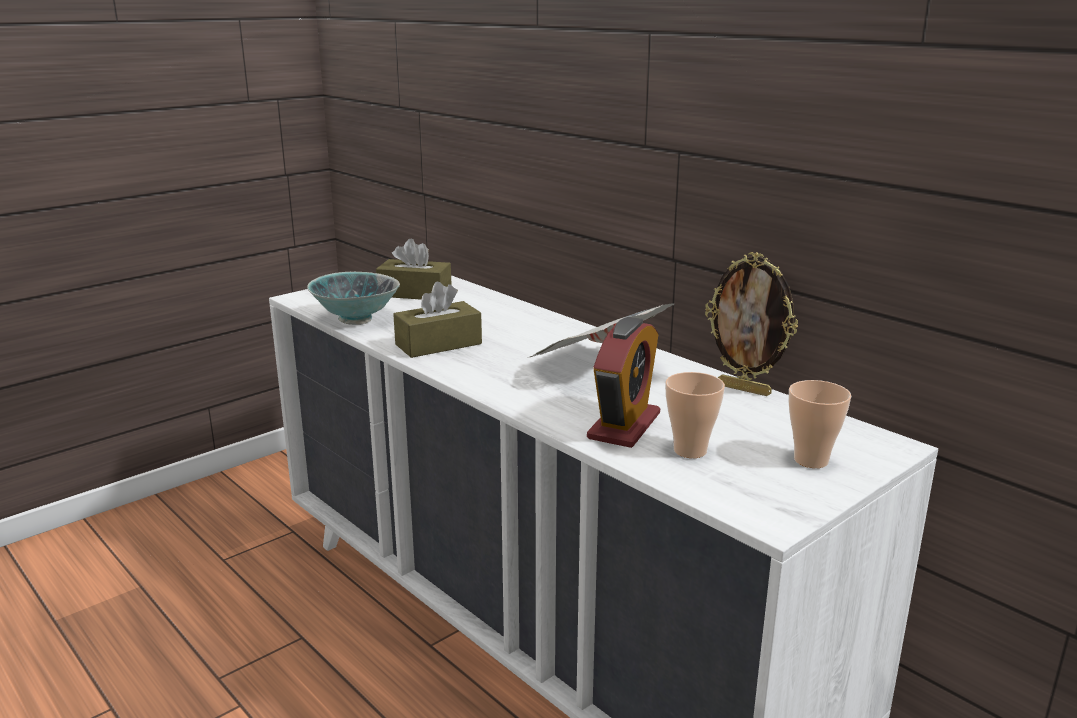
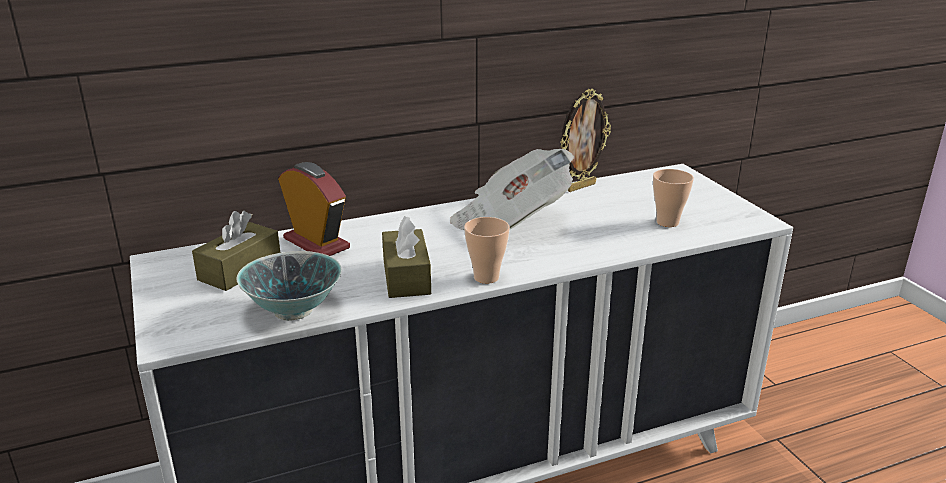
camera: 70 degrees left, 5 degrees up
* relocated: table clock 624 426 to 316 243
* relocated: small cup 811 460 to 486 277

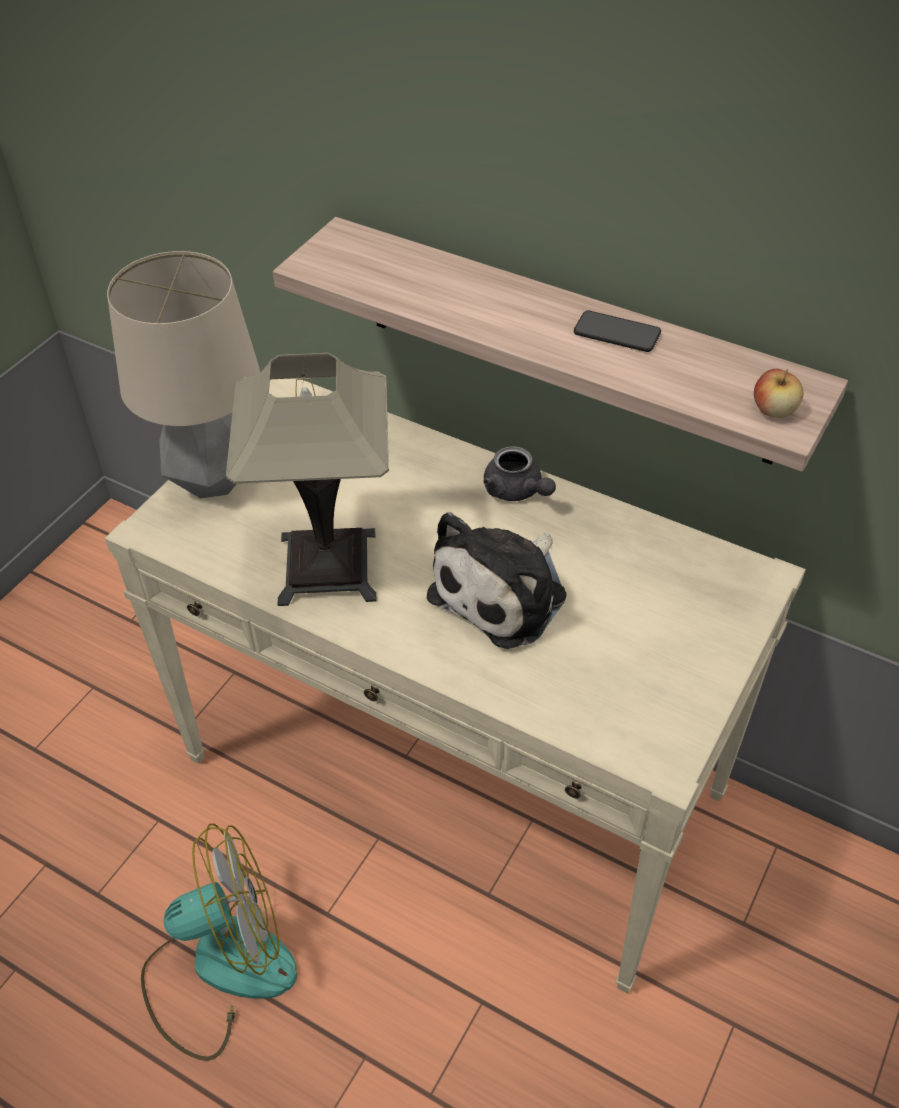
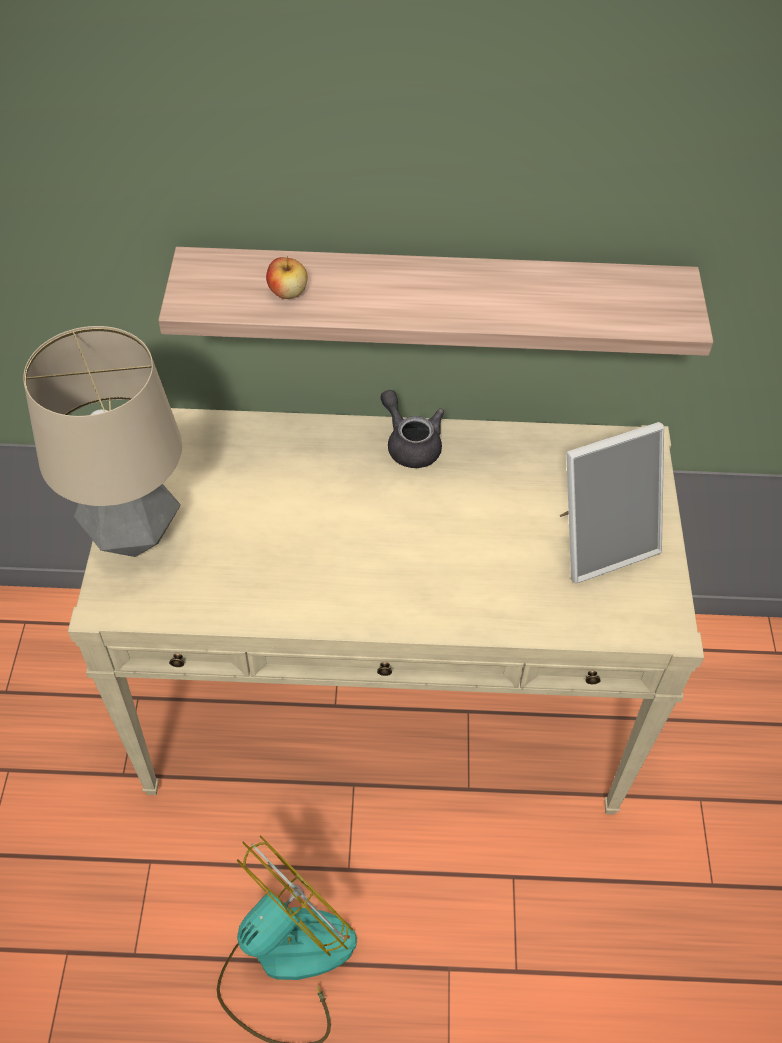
camera: 30 degrees left, 5 degrees up
* missing: phone 617 333
* missing: tabletop lamp 327 567
* relocated: apple fruit 774 410 to 287 292
* spun: pot for tea in gray 516 491 = 410 444 150 degrees counterclockwise
* missing: soft toy 504 593
* appeared: picture frame 600 541

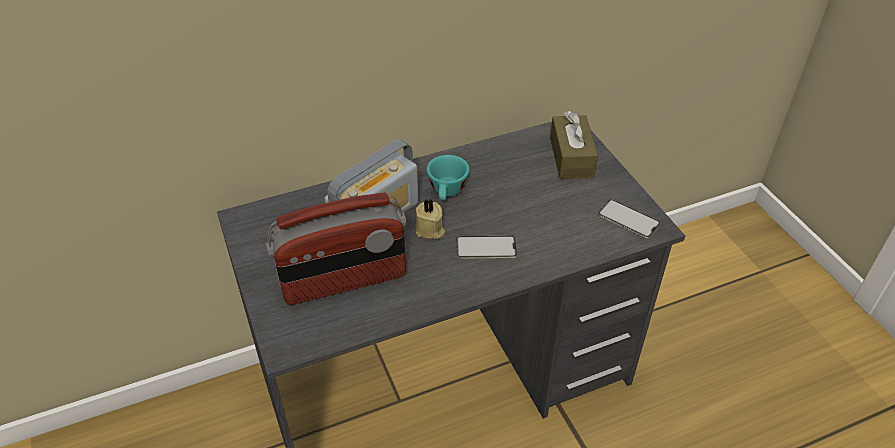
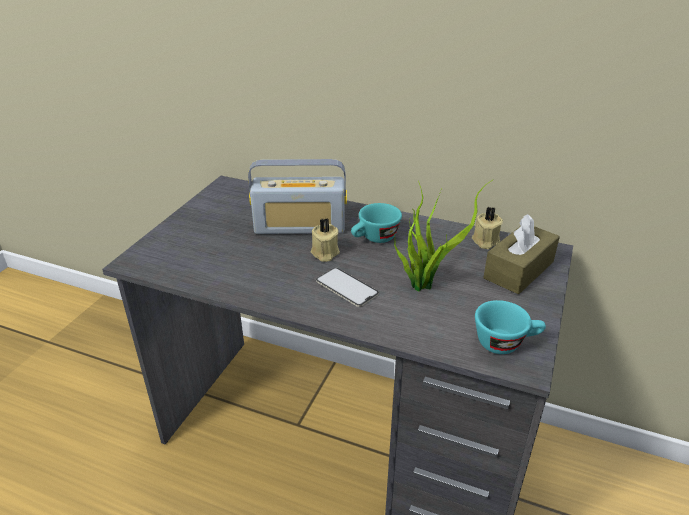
camera: 45 degrees right, 10 degrees down
* missing: radio set 343 281
* exchanged: phone 628 219 to small cup in turquoise-coloured 505 342
* appeared: plant in a pot 424 284
* appeared: candle in beige 485 241

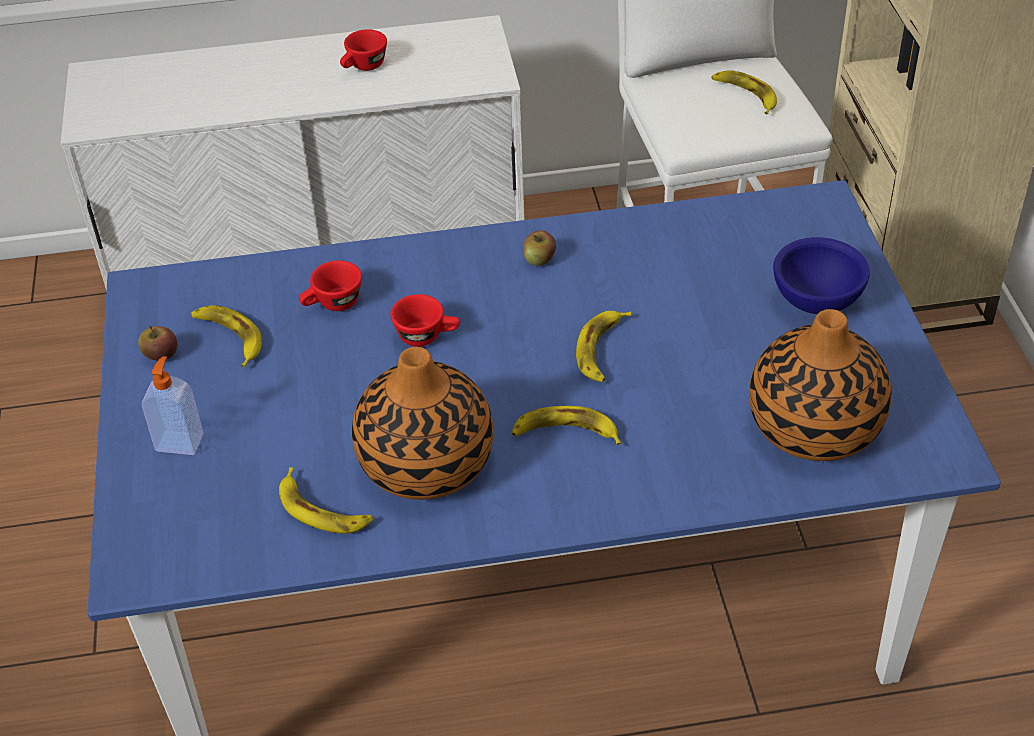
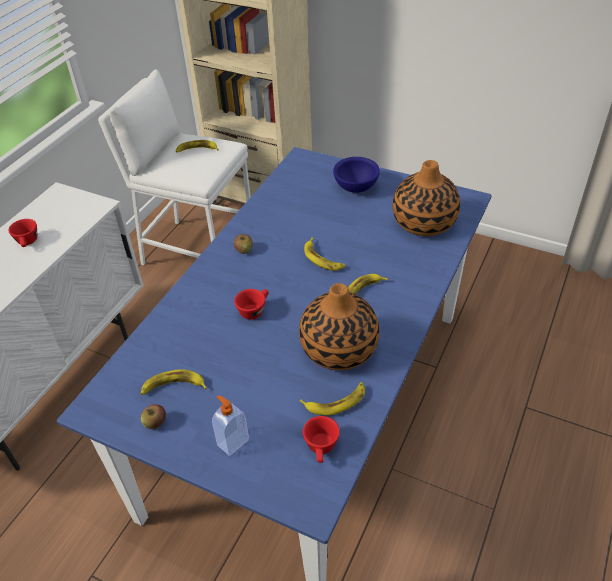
camera: 55 degrees left, 0 degrees up
* relocated: small cup in reddish 333 304 to 322 449

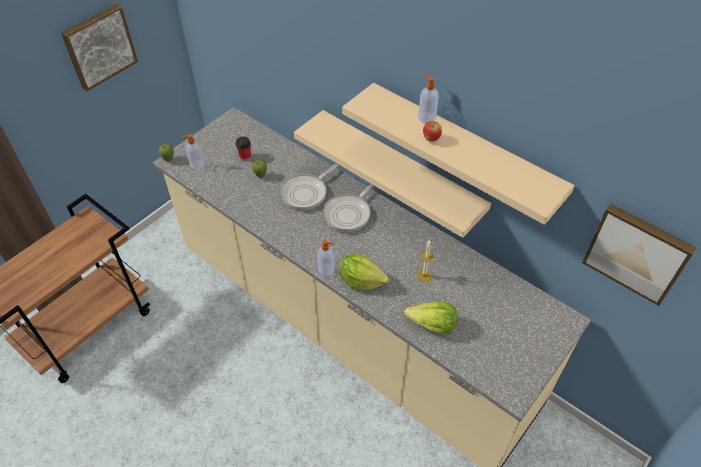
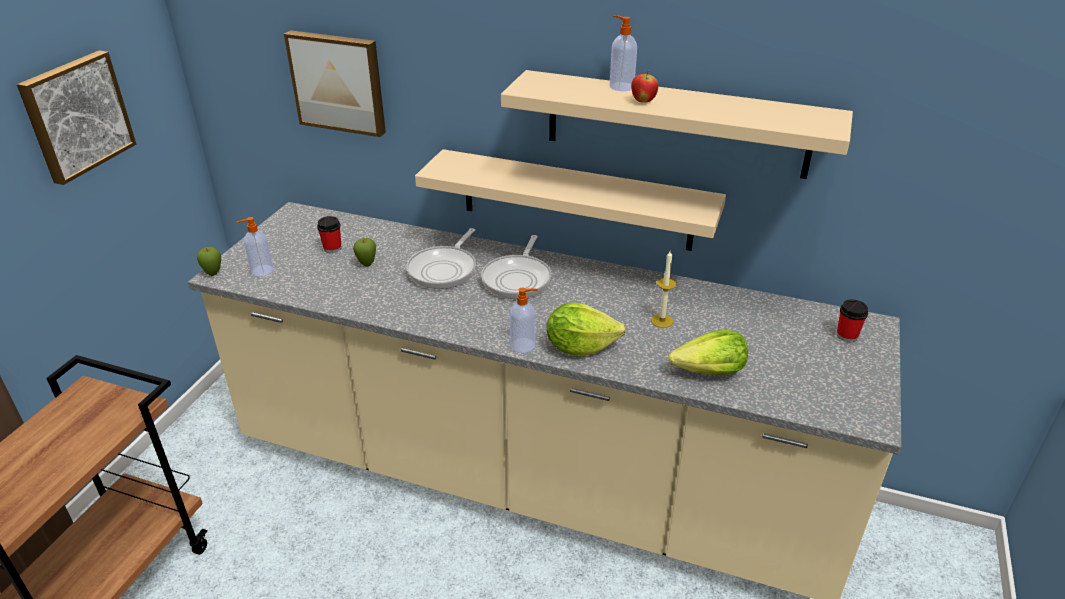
camera: 20 degrees left, 15 degrees down
* relocated: wall art 637 252 to 338 82
* appeared: small cup 847 336

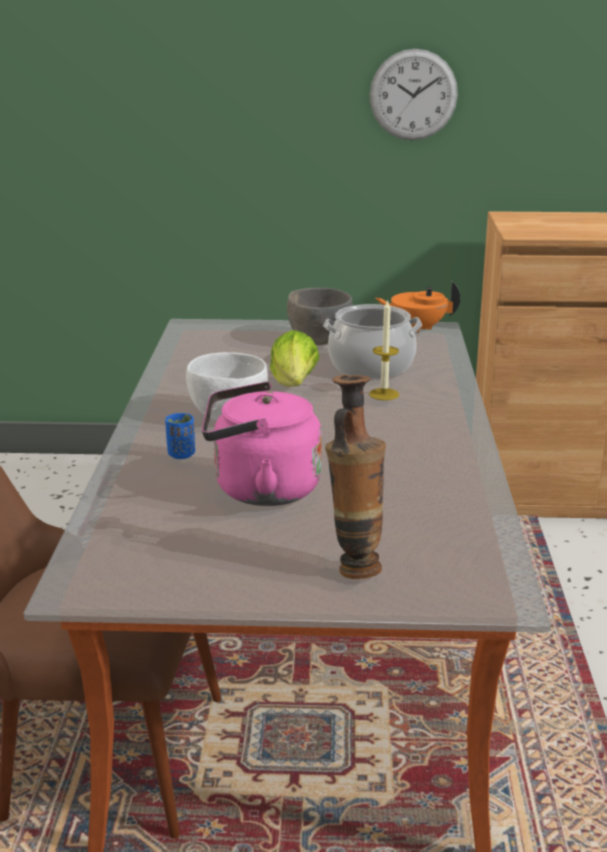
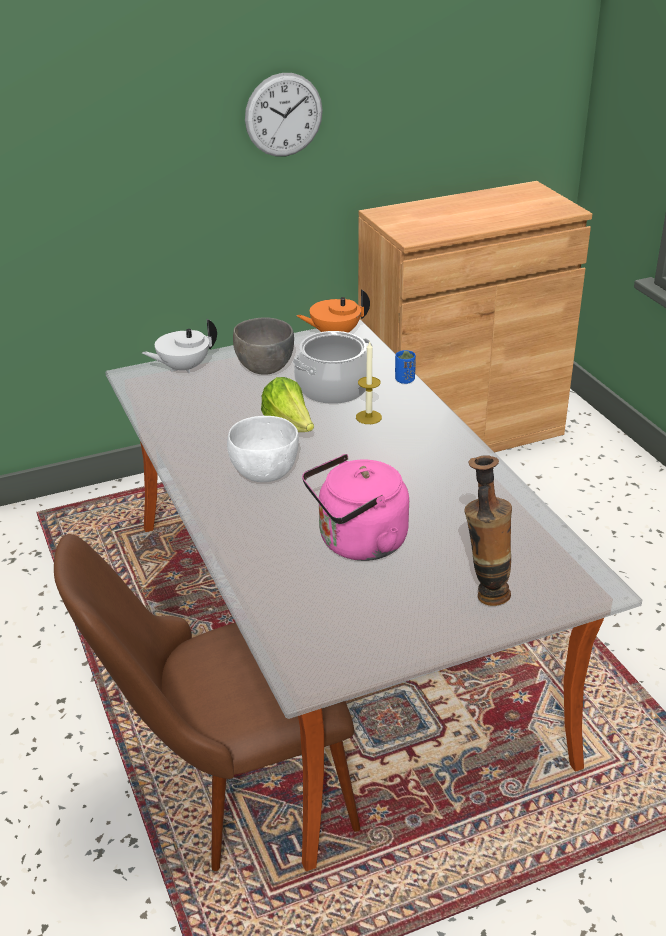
camera: 25 degrees left, 10 degrees up
* relocated: small cup in blue-coloured 181 454 to 404 380
* appeared: pot for tea in white-coloured 183 368

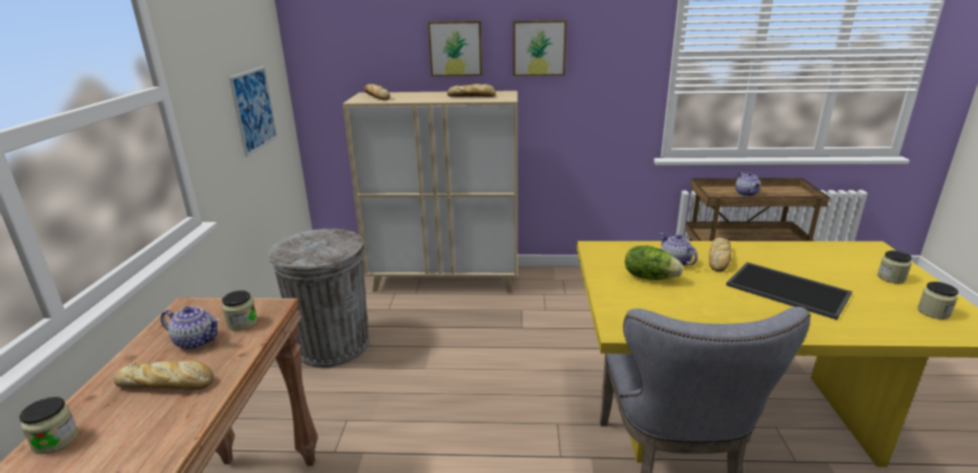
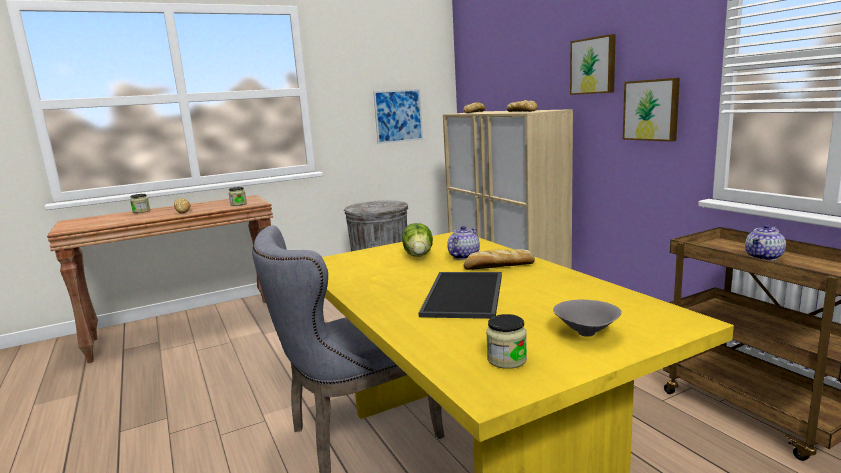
camera: 60 degrees right, 10 degrees down
* relocated: wall art 456 48 to 652 110
* exchanged: storage jar 891 278 to deep dish in gray 586 334
* missing: pot for tea 197 341

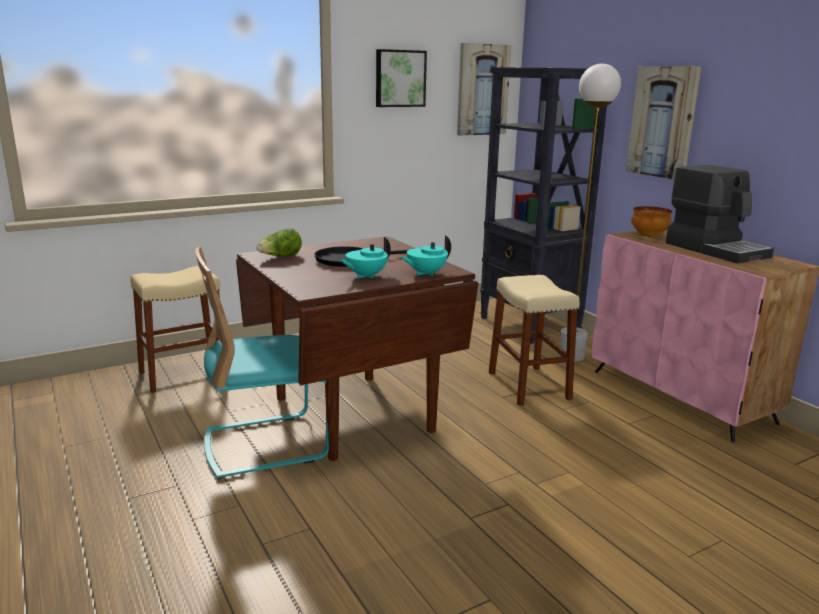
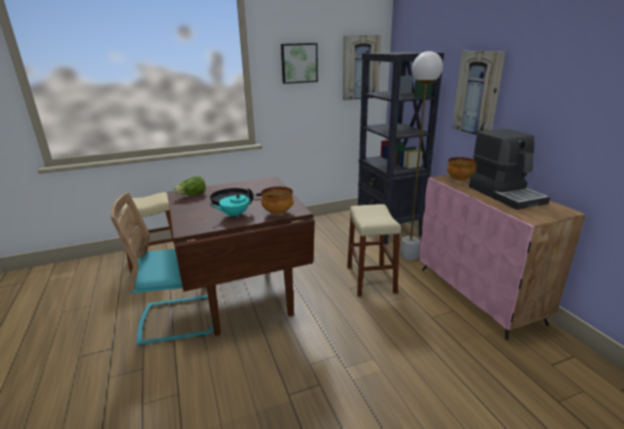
camera: 10 degrees right, 5 degrees up
* exchanged: pot for tea in turquoise-coloured 425 273 to deep dish 277 213

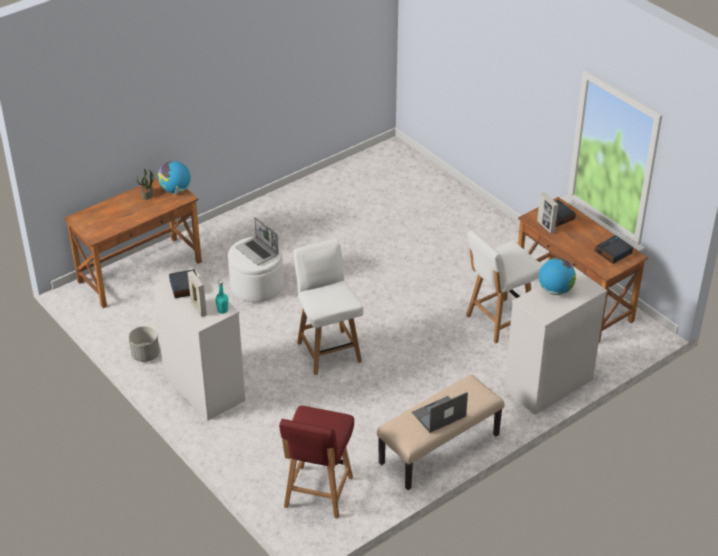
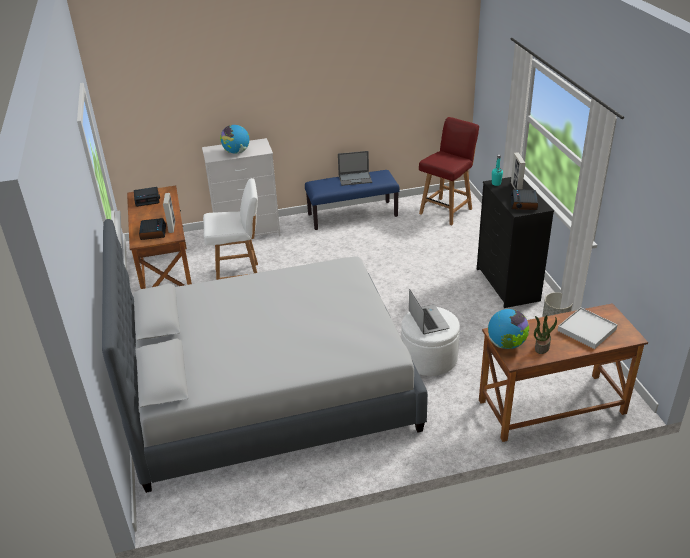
camera: 155 degrees left, 5 degrees down
* missing: plain chair in white-coloured 328 351
* colour: drawer chest in white-coloured 203 387 to drawer chest in blackish 508 285
* colour: long seat in beige 439 450 to long seat in blue-coloured 352 215
* appeared: bedroom bed in gray 270 390
* appeared: serving tray in white-coloured 586 330

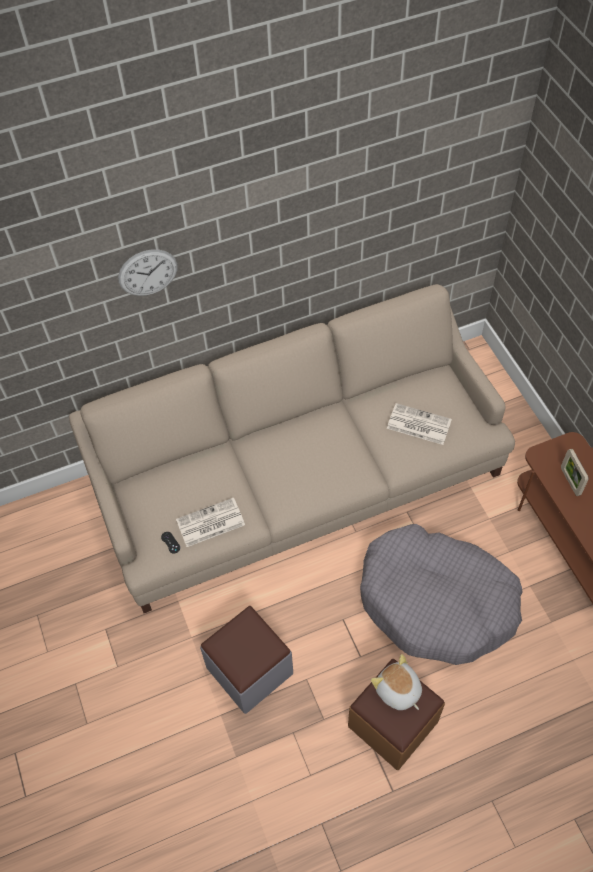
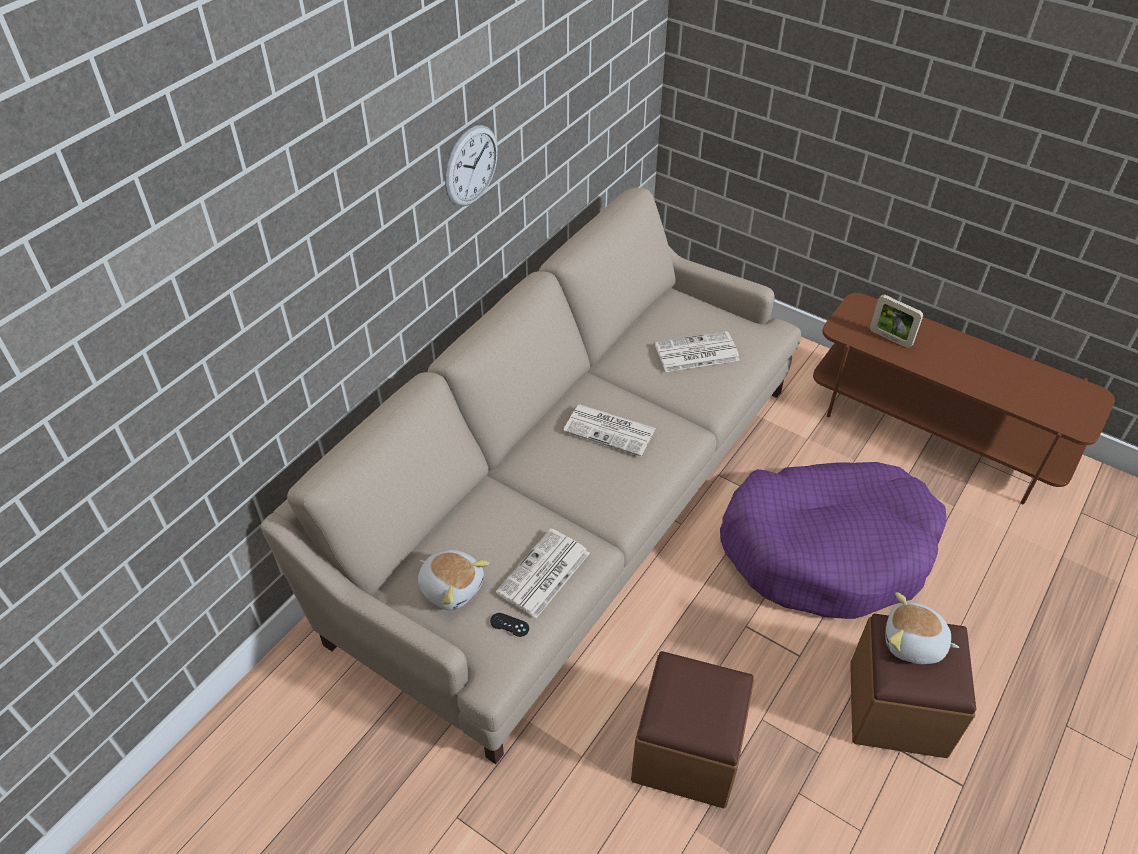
camera: 35 degrees left, 10 degrees down
* relocated: wall clock 148 272 to 471 166
* colour: dog cushion in gray 436 601 to dog cushion in purplish 828 549
* colour: ottoman in gray 250 670 to ottoman in brown 687 751
* appeared: printed paper 611 430
* appeared: soft toy 451 587

